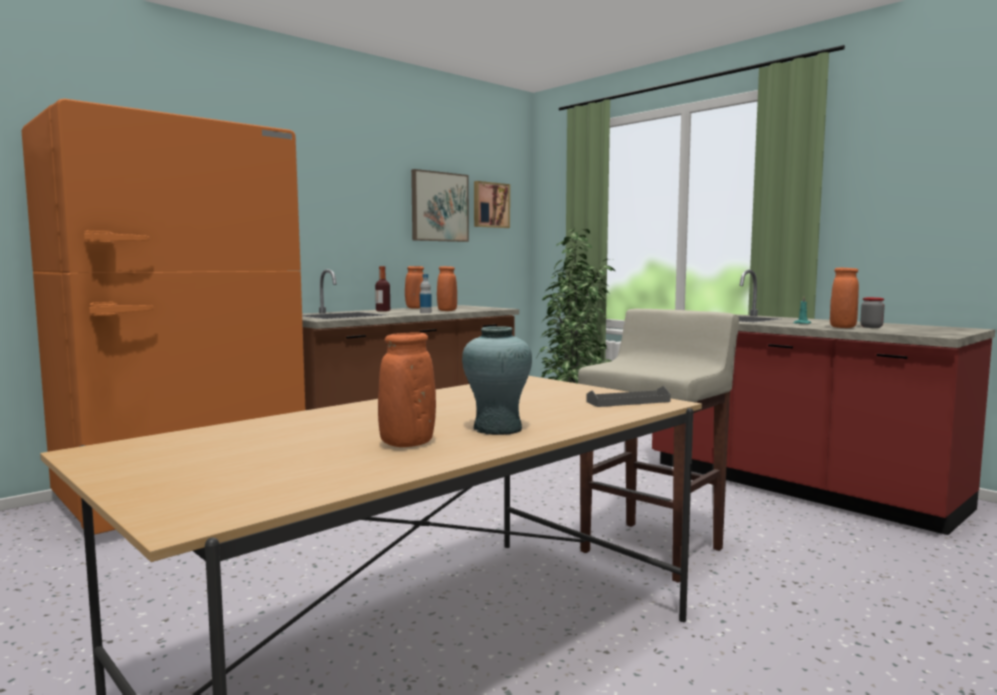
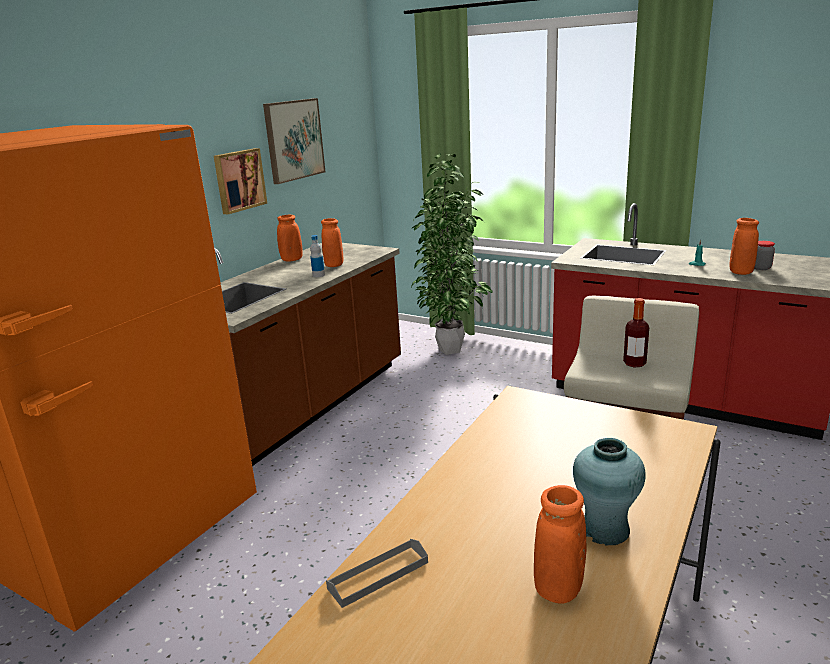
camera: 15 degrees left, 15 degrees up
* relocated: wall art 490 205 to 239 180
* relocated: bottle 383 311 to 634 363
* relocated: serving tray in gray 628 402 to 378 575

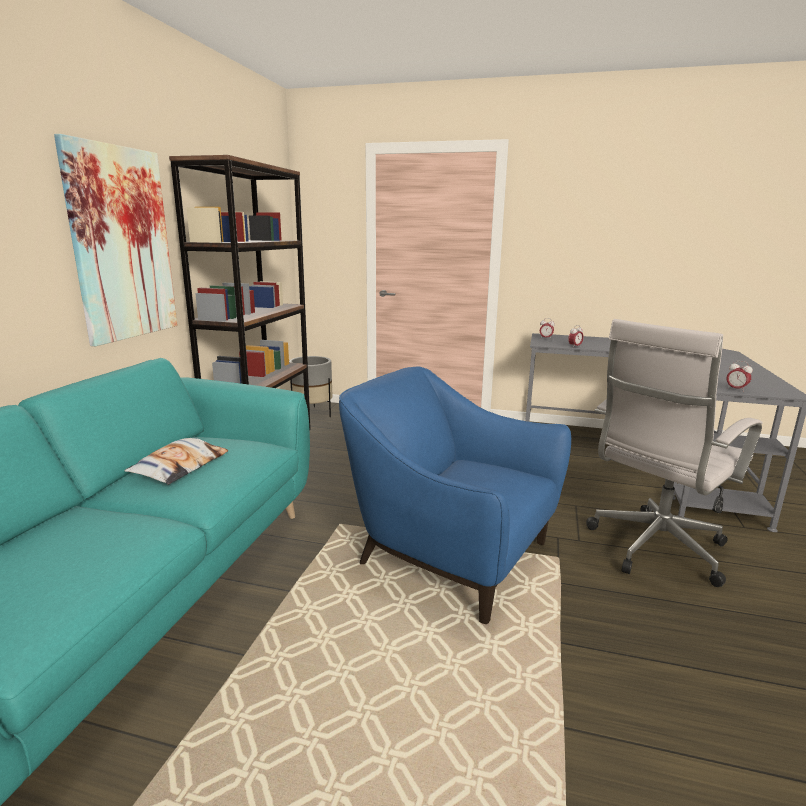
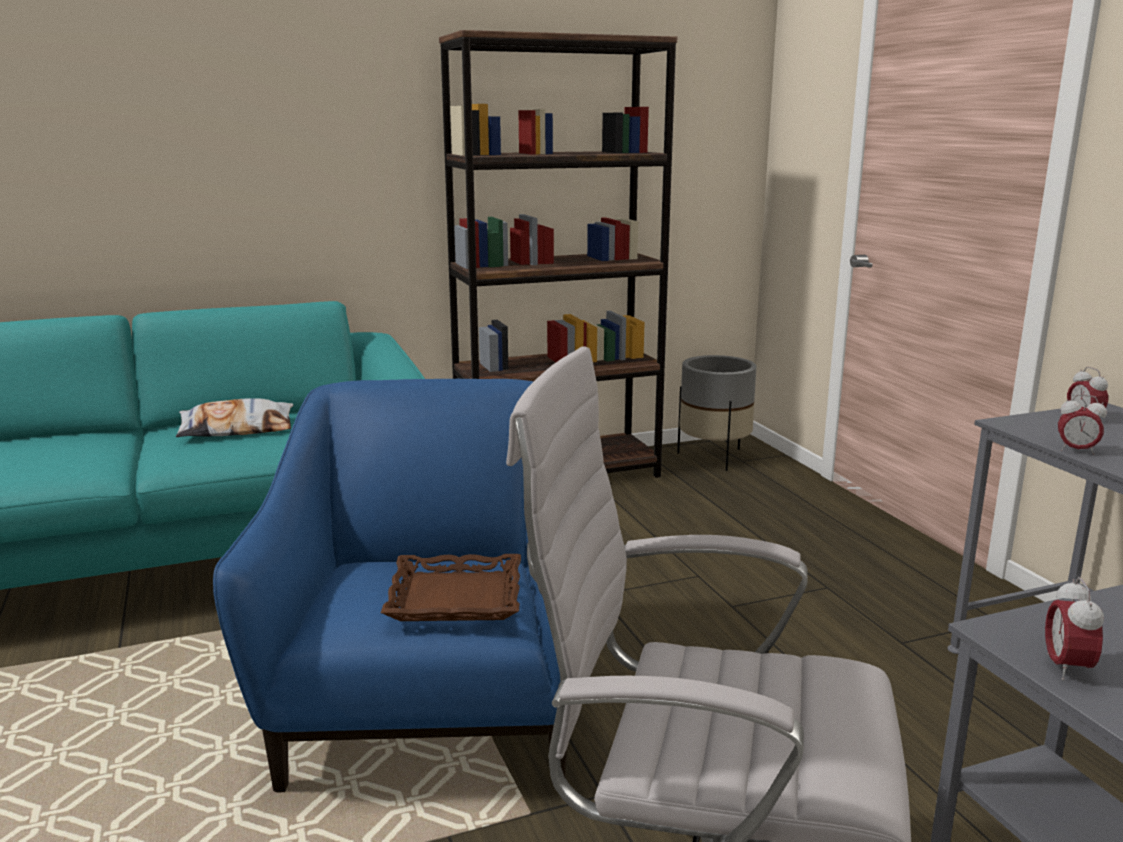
camera: 55 degrees right, 0 degrees up
* missing: wall art 122 244
* appeared: serving tray in brown 455 598

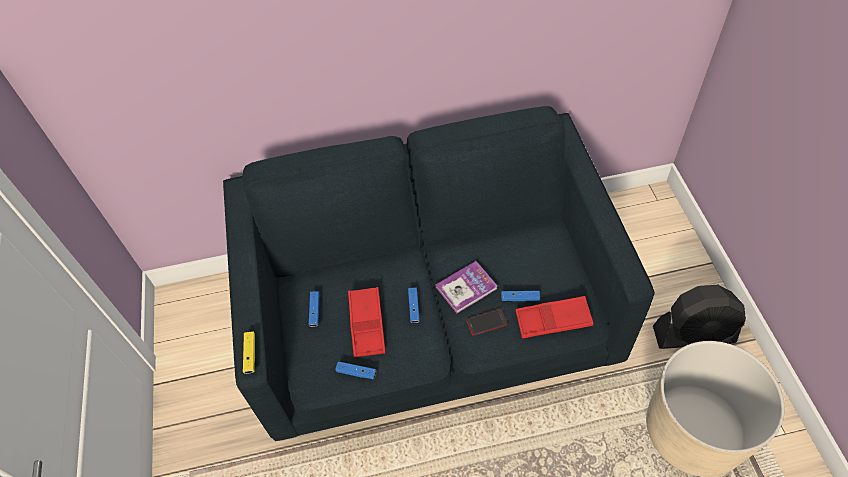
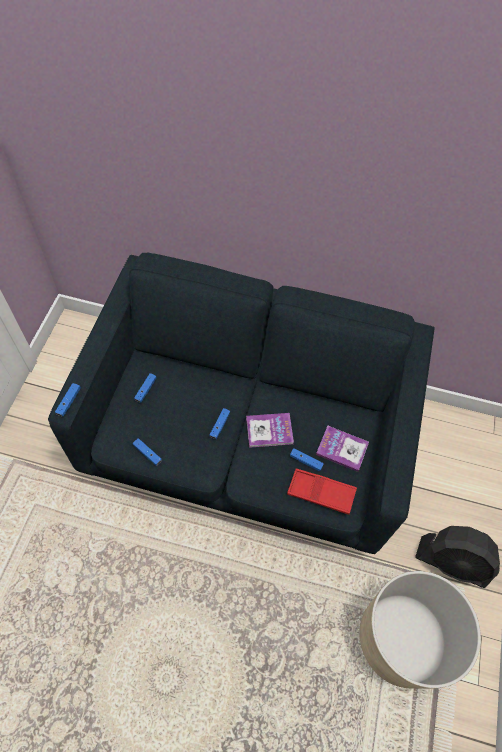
camera: 20 degrees right, 5 degrees up
* missing: serving tray in reddish 367 324
* missing: phone 486 322
* colour: joypad in yellowish 250 355 to joypad in blue-coloured 69 402
* appeared: bound book 342 449

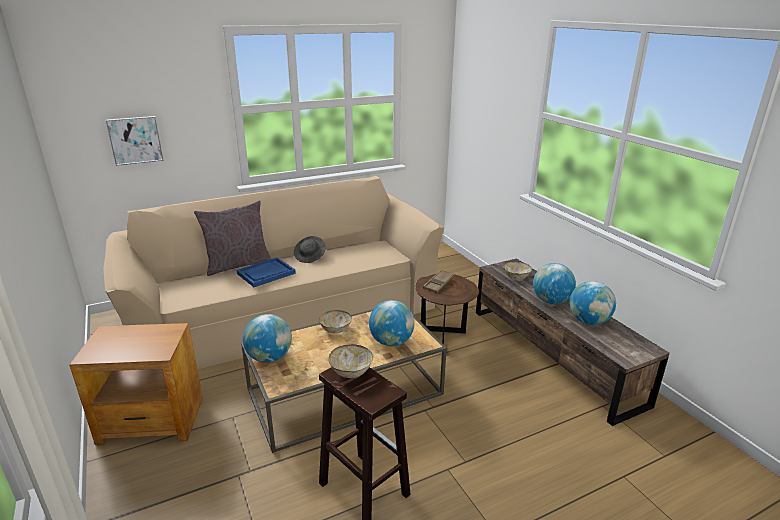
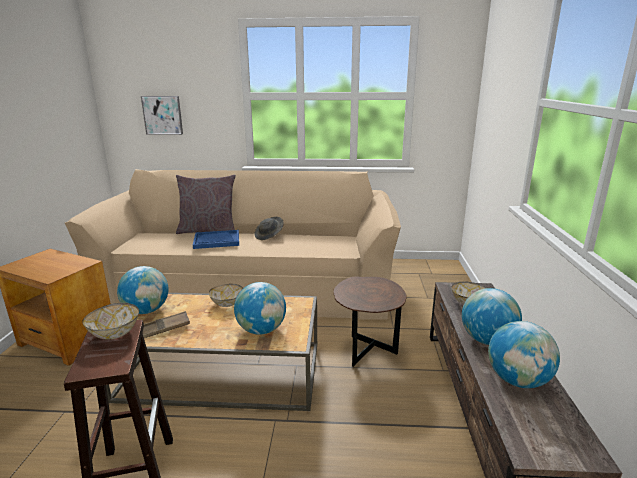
camera: 30 degrees right, 5 degrees down
* relocated: serving tray in brown 438 284 to 165 328

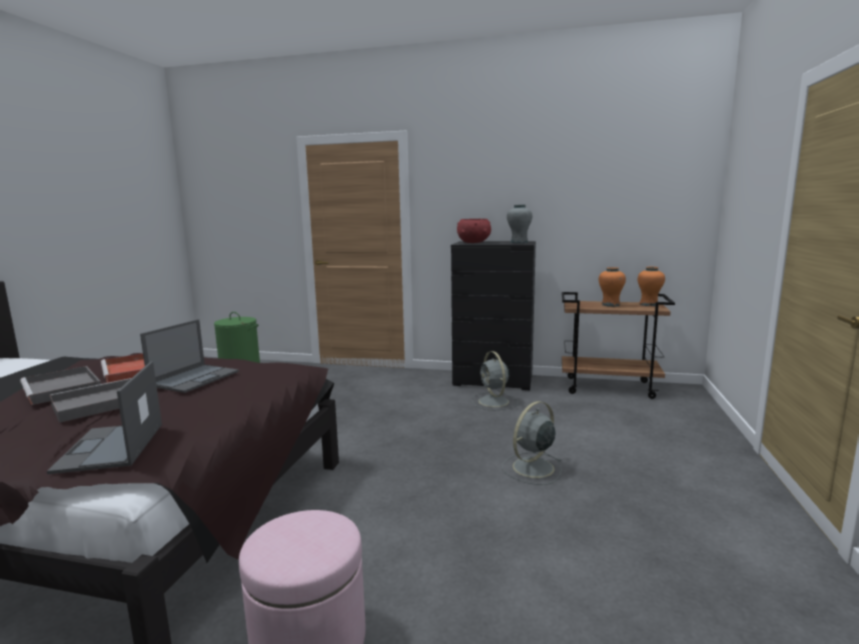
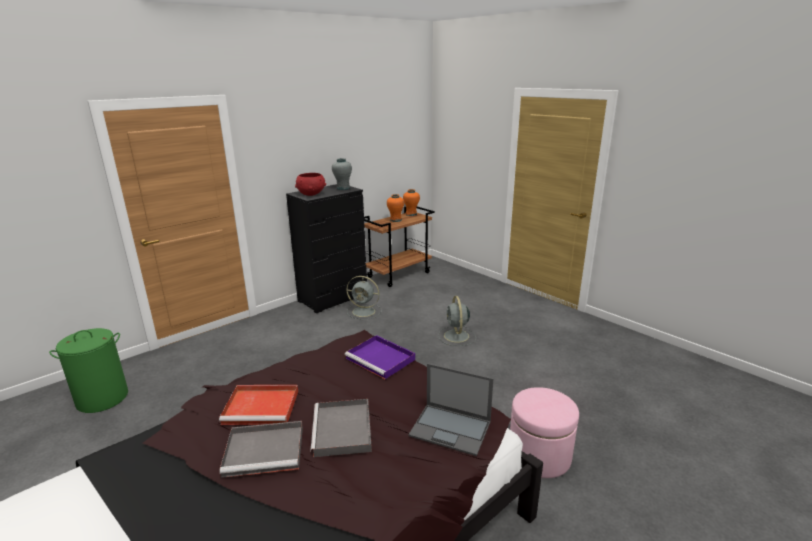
camera: 55 degrees left, 10 degrees up
* missing: portable computer 195 378
* appeared: serving tray in purplish 381 359

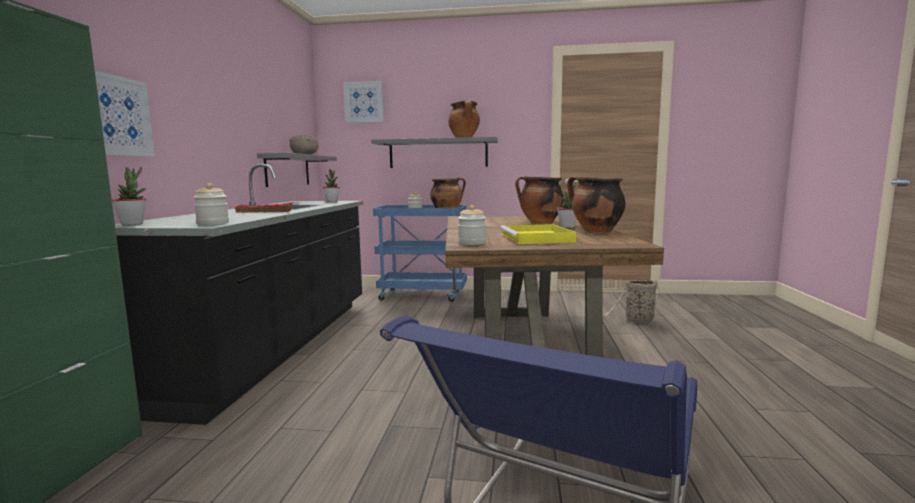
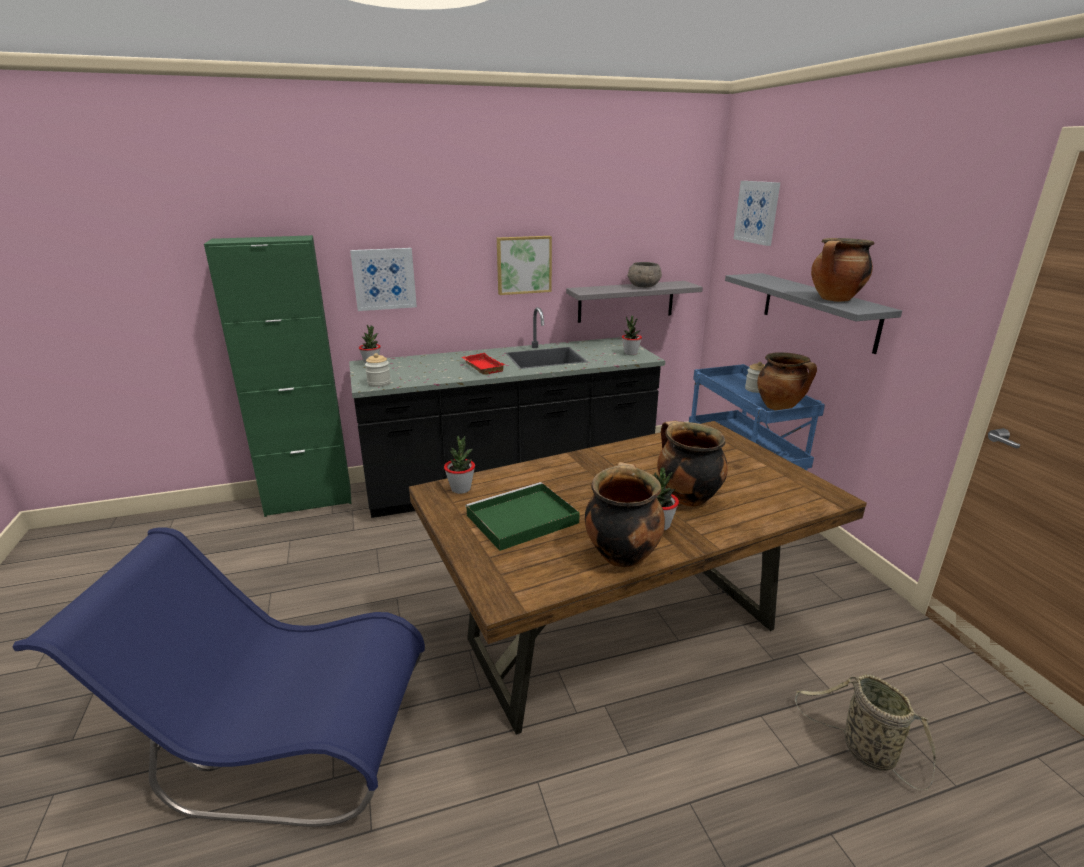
camera: 65 degrees right, 15 degrees up
* exchanged: storage jar 472 243 to plant in a pot 461 489
* colour: serving tray in yellowish 537 238 to serving tray in green 520 520
* appeared: wall art 523 264

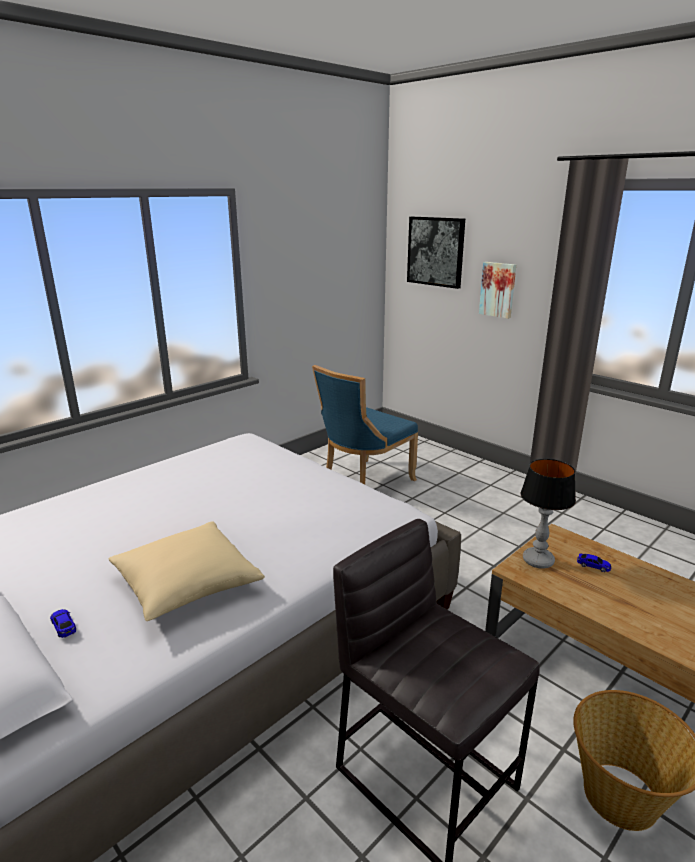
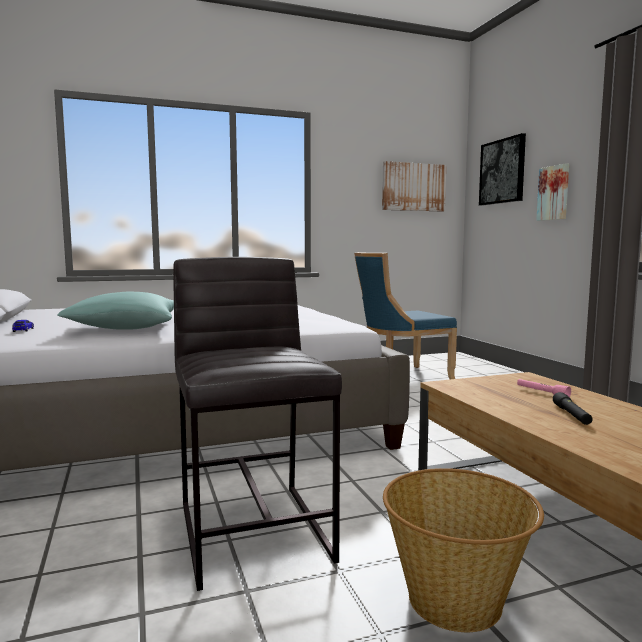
camera: 25 degrees right, 15 degrees down
* missing: tabletop lamp 538 561
* colour: cushion in beige 186 584 to cushion in turquoise-coloured 125 328
* exchanged: toy car 593 566 to torch in pink 542 393
* appeared: wall art 413 187
* appeared: torch in blackish 571 415

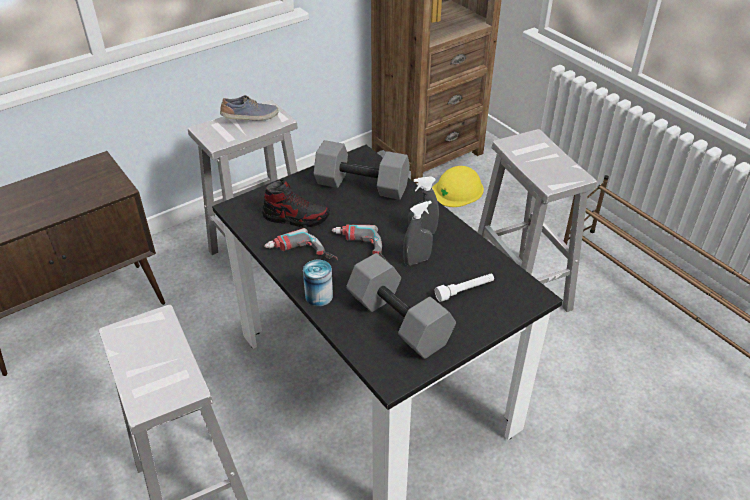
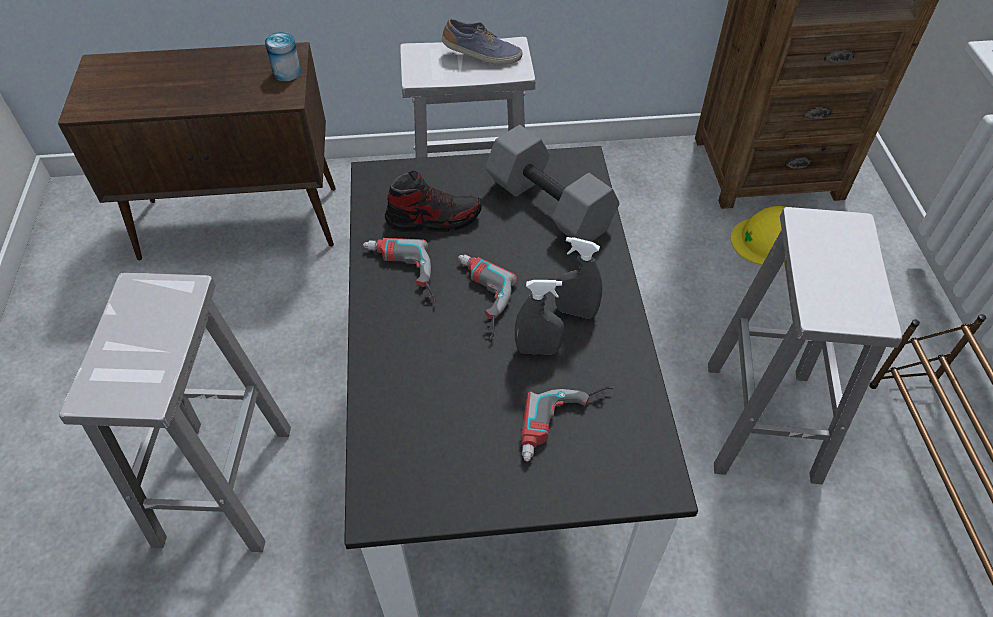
camera: 30 degrees right, 10 degrees up
* spun: item of footwear 296 217 = 433 219 45 degrees counterclockwise
* missing: dumbbell in gray 401 321
* relocated: can 319 296 to 287 72
* exchanged: torch in white-coloured 464 291 to electric drill 567 427

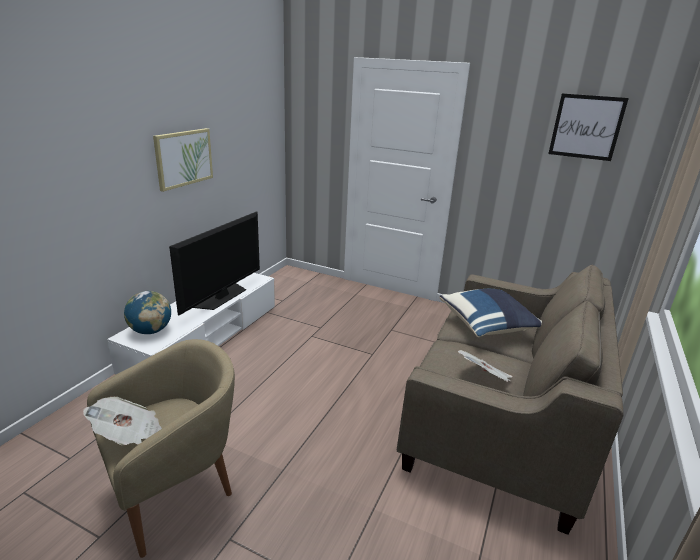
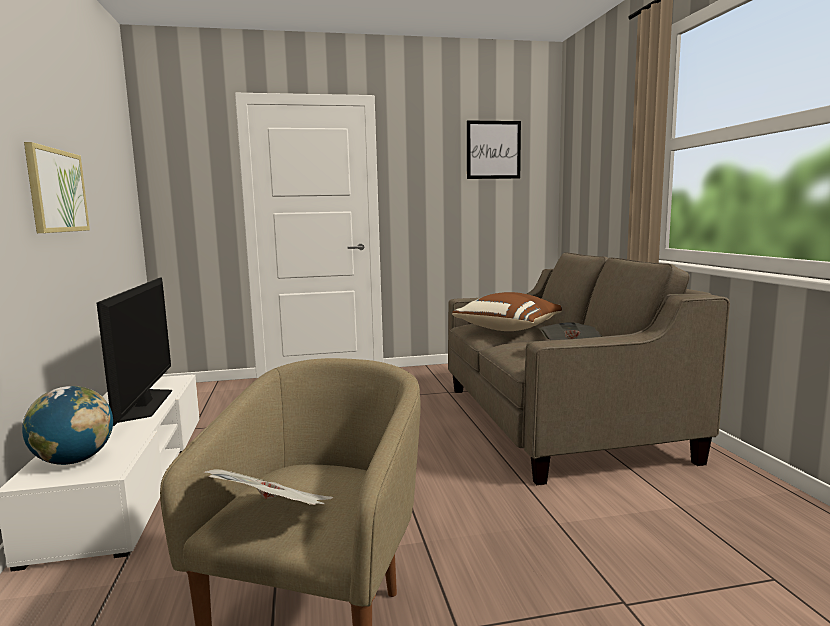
camera: 35 degrees left, 15 degrees down
* colour: cushion in blue-coloured 488 326 to cushion in brown 510 329

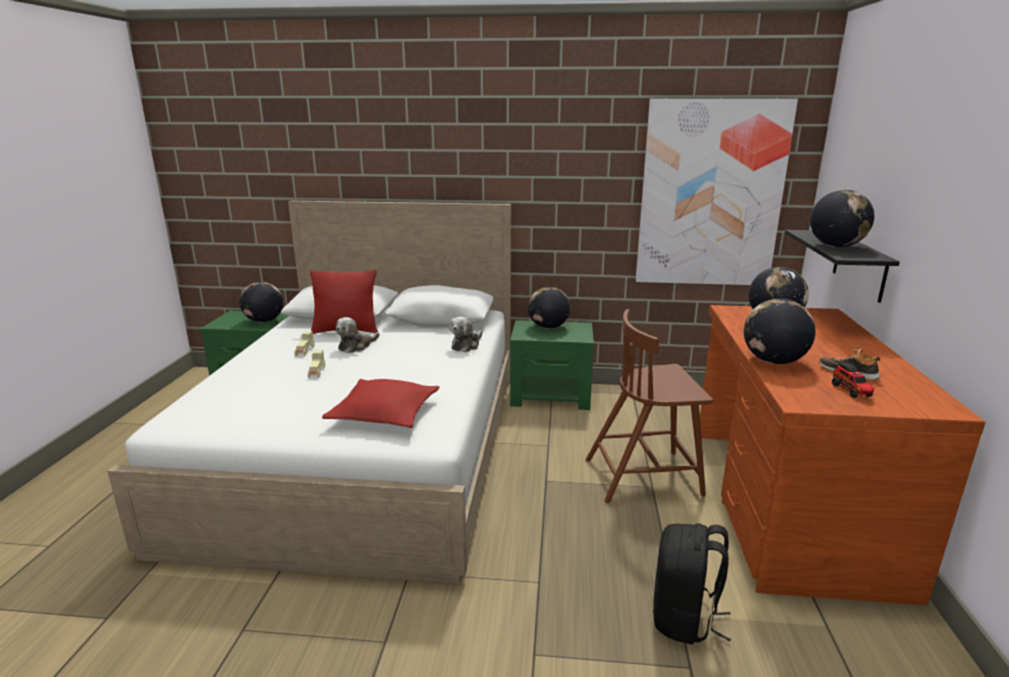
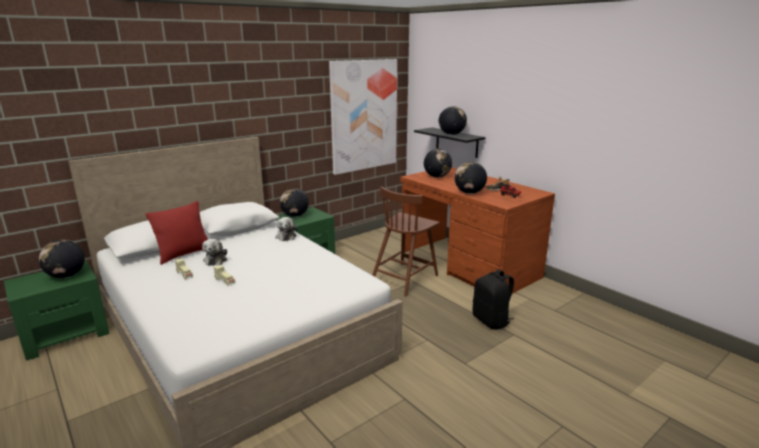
camera: 45 degrees left, 0 degrees up
* missing: cushion in reddish 384 414

